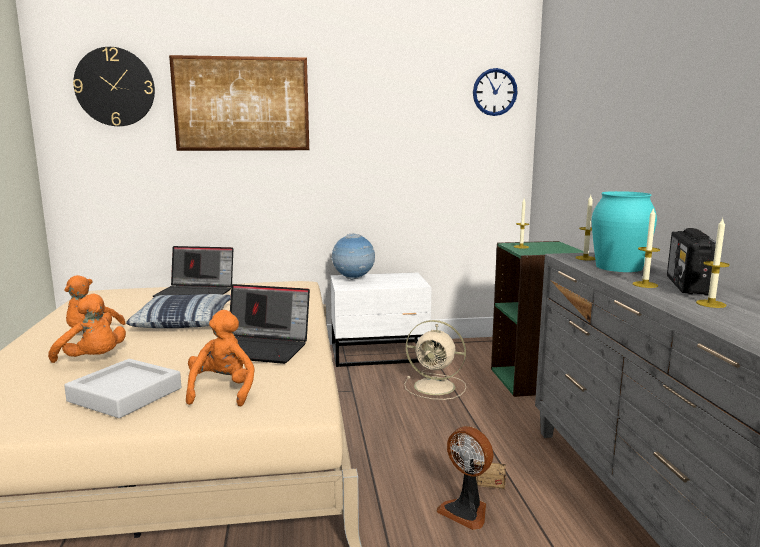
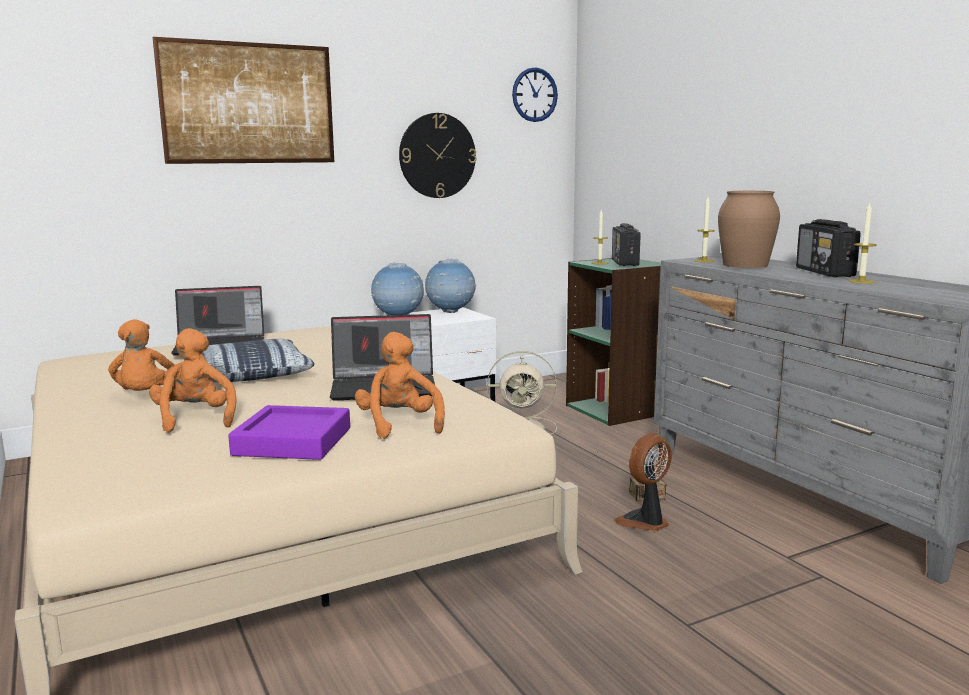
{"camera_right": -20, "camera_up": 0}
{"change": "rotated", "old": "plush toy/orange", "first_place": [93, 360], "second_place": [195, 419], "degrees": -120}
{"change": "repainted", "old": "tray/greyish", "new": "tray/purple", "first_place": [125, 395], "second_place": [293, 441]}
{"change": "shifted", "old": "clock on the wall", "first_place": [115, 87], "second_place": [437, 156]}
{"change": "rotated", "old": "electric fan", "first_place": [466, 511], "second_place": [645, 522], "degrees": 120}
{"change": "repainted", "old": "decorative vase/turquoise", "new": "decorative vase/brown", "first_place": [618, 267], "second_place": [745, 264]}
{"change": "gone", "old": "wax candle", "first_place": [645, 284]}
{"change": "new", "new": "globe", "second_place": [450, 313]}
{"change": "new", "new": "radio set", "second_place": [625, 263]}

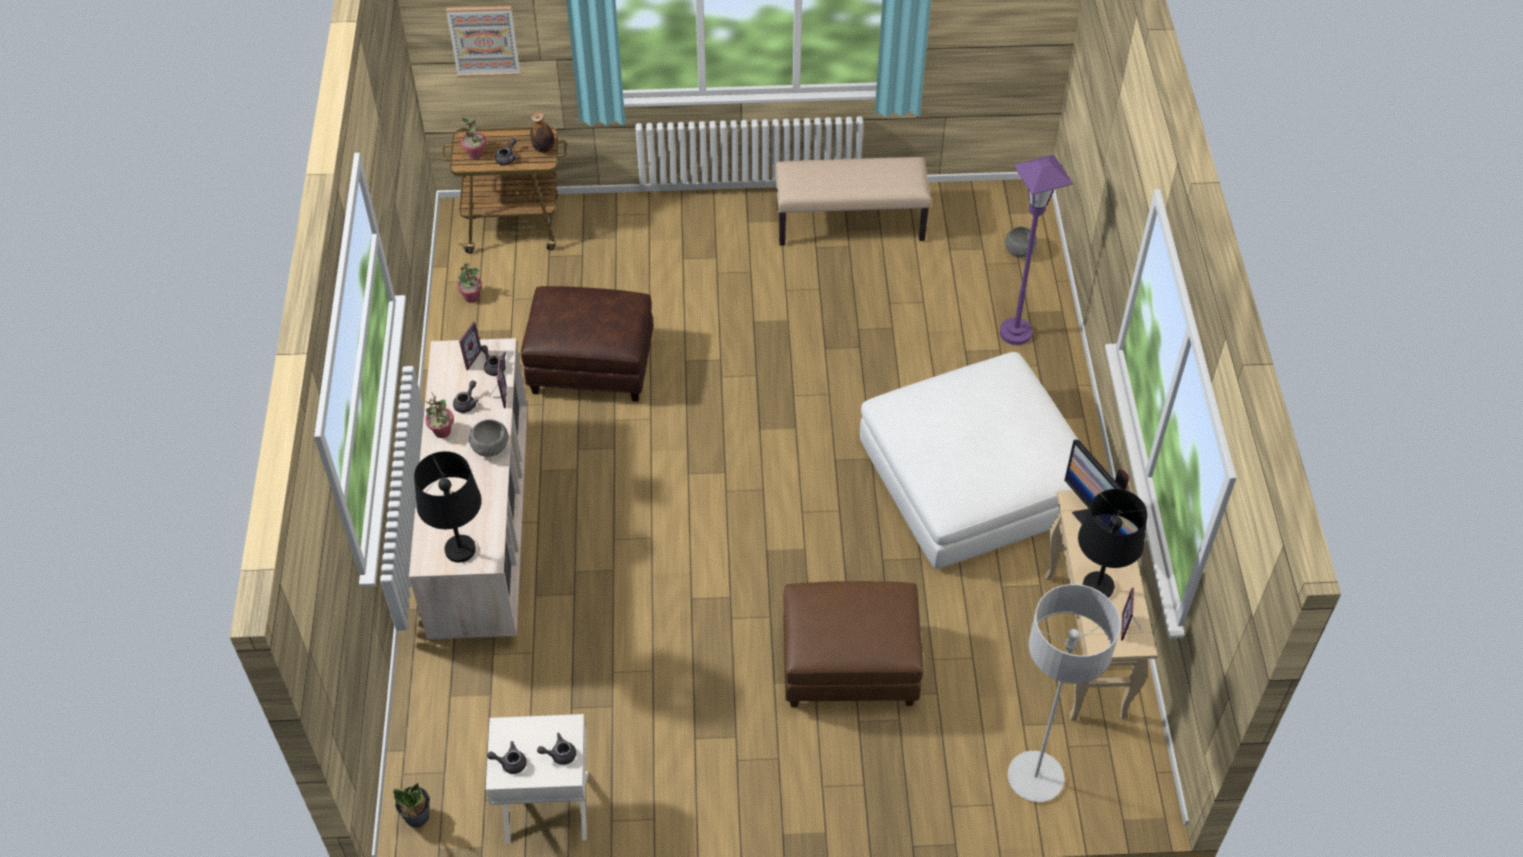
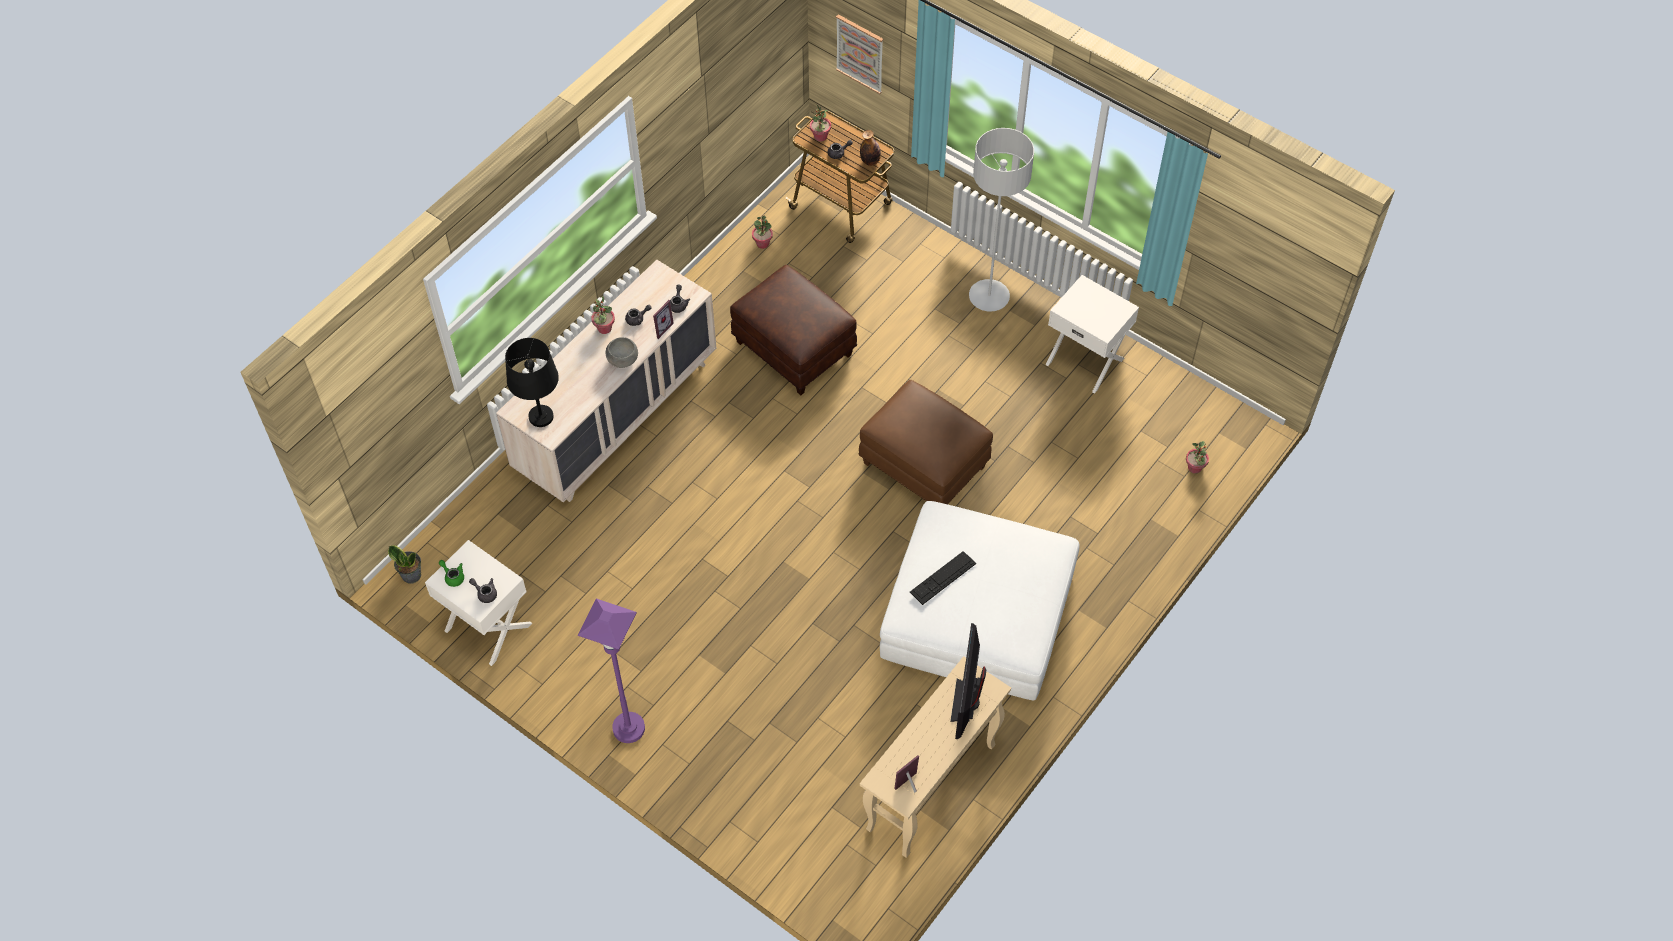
{"camera_right": 40, "camera_up": 5}
{"change": "gone", "old": "standing frame", "first_place": [467, 357]}
{"change": "repainted", "old": "teapot/greyish", "new": "teapot/green-coloured", "first_place": [510, 762], "second_place": [453, 576]}
{"change": "swapped", "old": "bench/beige-coloured", "new": "bedside table/white", "first_place": [850, 223], "second_place": [1085, 360]}
{"change": "shifted", "old": "pouffe/brown", "first_place": [848, 667], "second_place": [922, 465]}
{"change": "shifted", "old": "standard lamp/purple", "first_place": [1015, 333], "second_place": [628, 728]}
{"change": "swapped", "old": "deep dish/greyish", "new": "houseplant", "first_place": [1019, 251], "second_place": [1194, 468]}
{"change": "shifted", "old": "standard lamp/greyish", "first_place": [1035, 777], "second_place": [989, 297]}
{"change": "gone", "old": "tabletop lamp/black-coloured", "first_place": [1097, 587]}
{"change": "new", "new": "PC keyboard", "second_place": [942, 577]}

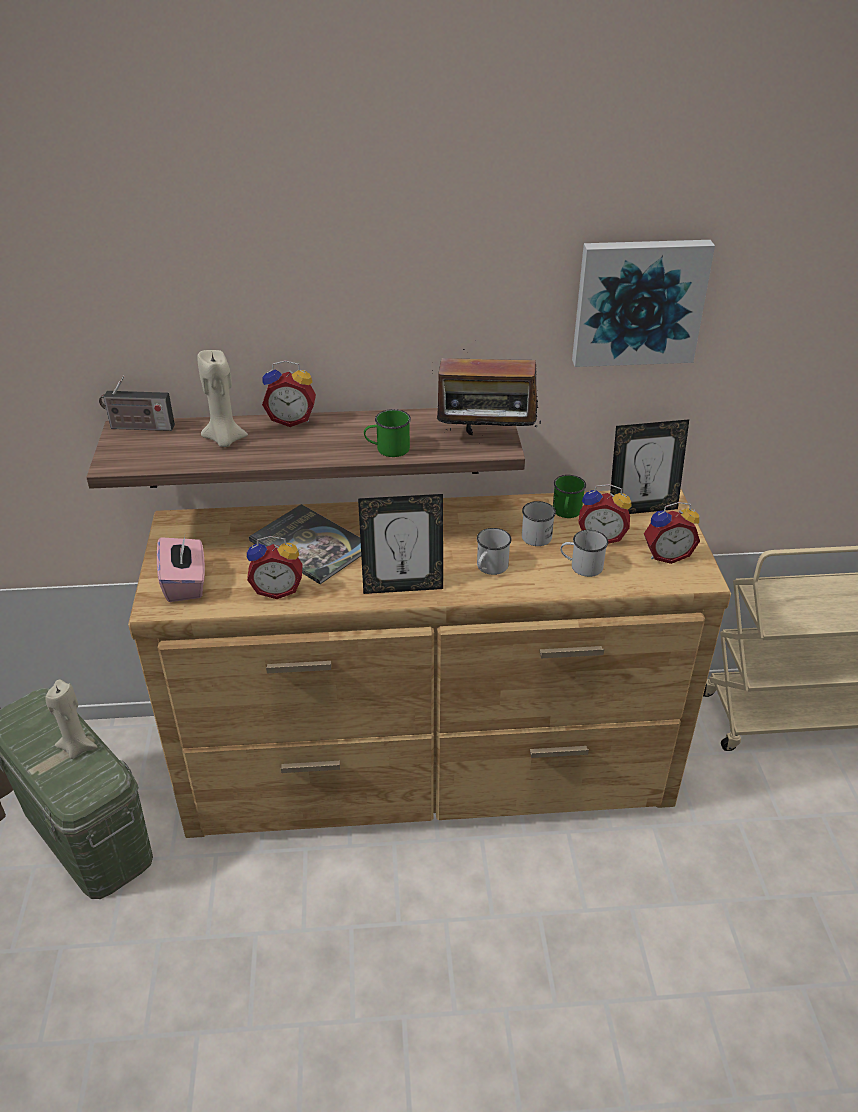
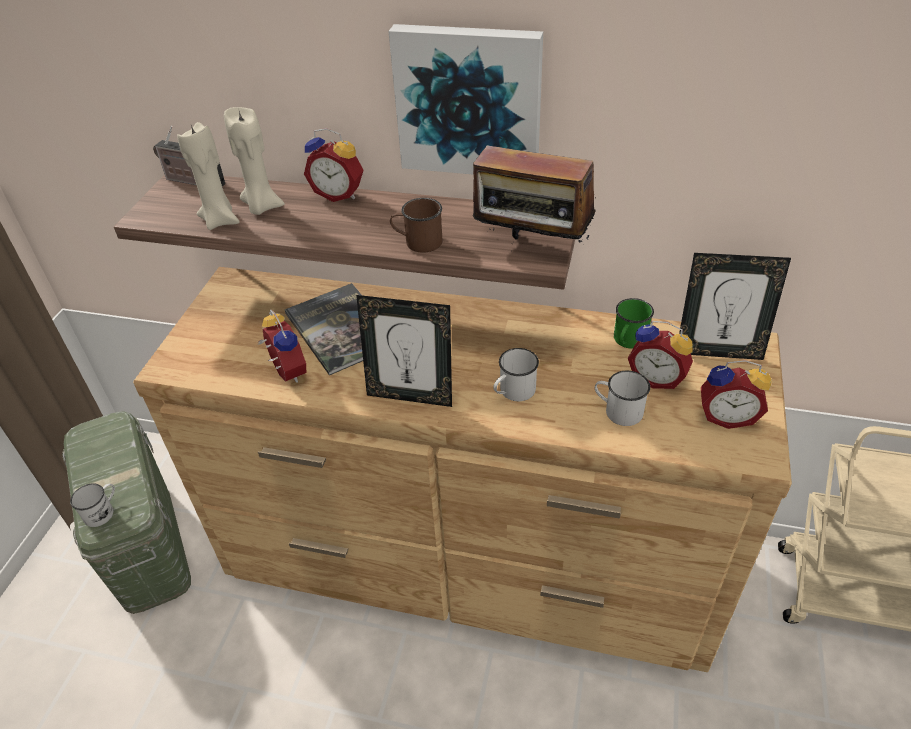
{"camera_right": 20, "camera_up": 5}
{"change": "shifted", "old": "wax candle/beige-coloured", "first_place": [77, 746], "second_place": [220, 220]}
{"change": "gone", "old": "tissue box/pink", "first_place": [185, 583]}
{"change": "rotated", "old": "alarm clock", "first_place": [277, 589], "second_place": [285, 373], "degrees": -135}
{"change": "repainted", "old": "mug/green-coloured", "new": "mug/brown", "first_place": [387, 449], "second_place": [418, 242]}
{"change": "shifted", "old": "mug/white", "first_place": [537, 534], "second_place": [103, 511]}
{"change": "shifted", "old": "wall picture", "first_place": [638, 301], "second_place": [469, 101]}

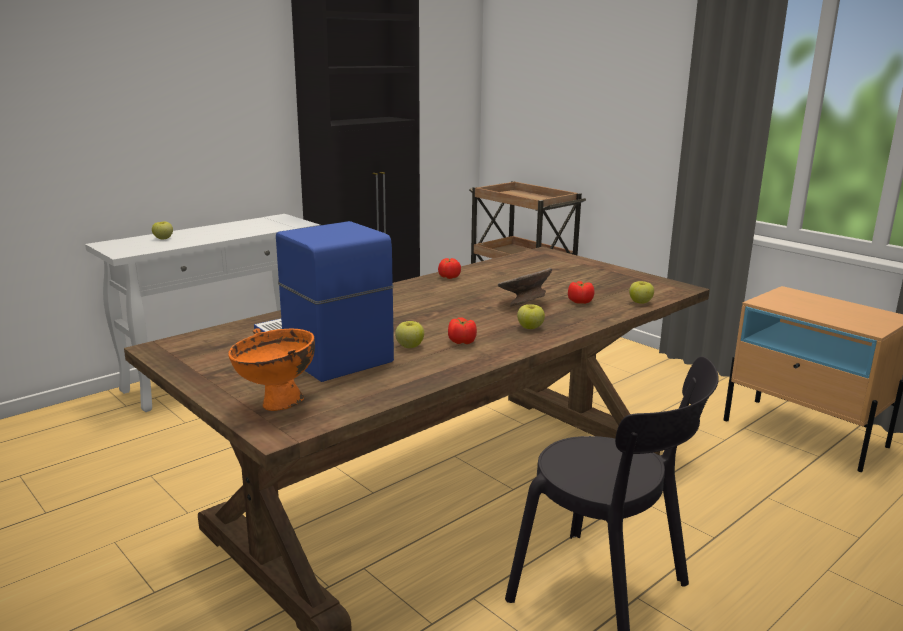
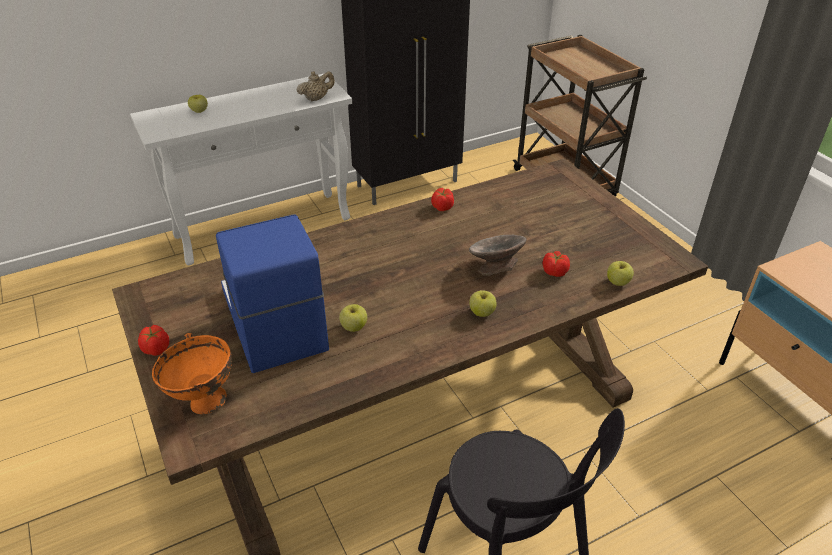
{"camera_right": 15, "camera_up": 20}
{"change": "shifted", "old": "whole tomato", "first_place": [462, 342], "second_place": [156, 349]}
{"change": "new", "new": "teapot/beige-coloured", "second_place": [316, 98]}

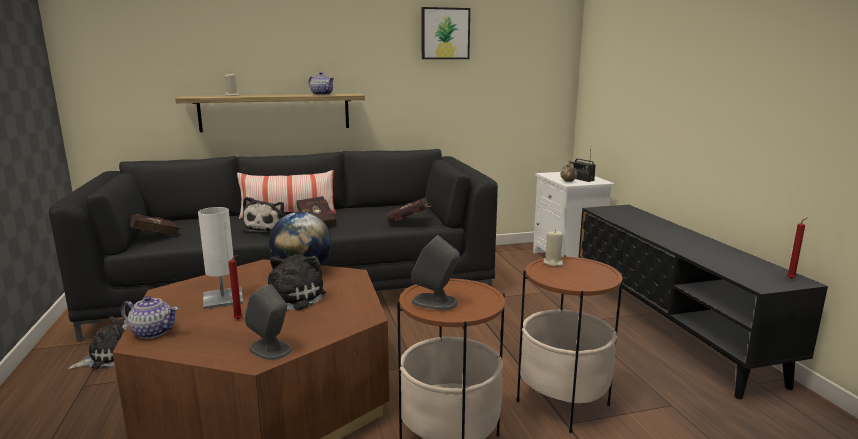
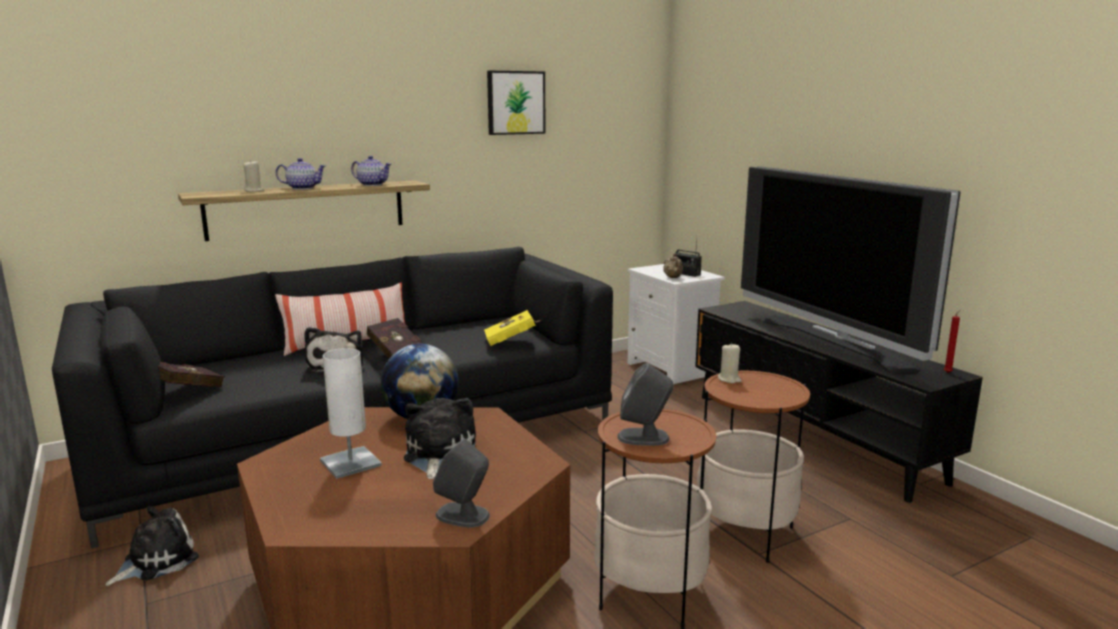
{"camera_right": -15, "camera_up": 0}
{"change": "shifted", "old": "teapot", "first_place": [152, 332], "second_place": [302, 188]}
{"change": "gone", "old": "wax candle/reddish", "first_place": [239, 320]}
{"change": "repainted", "old": "bound book/reddish", "new": "bound book/yellow", "first_place": [409, 221], "second_place": [512, 341]}
{"change": "new", "new": "TV set", "second_place": [834, 342]}

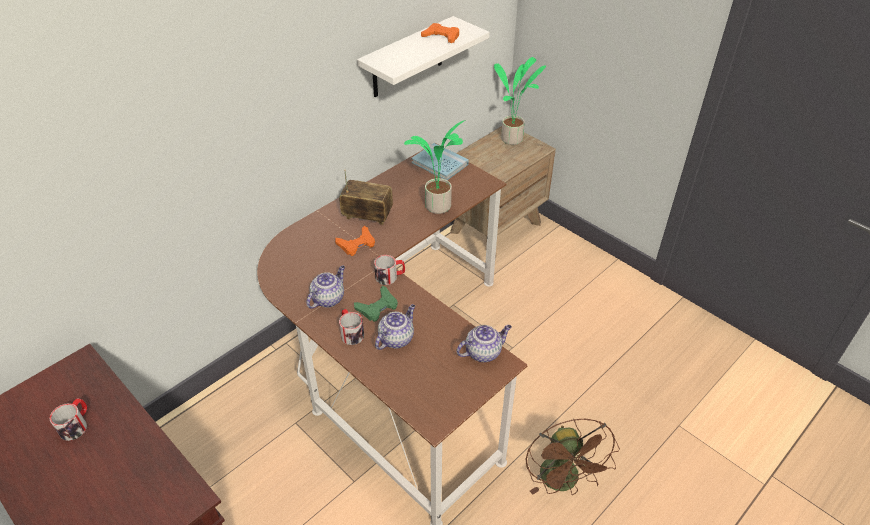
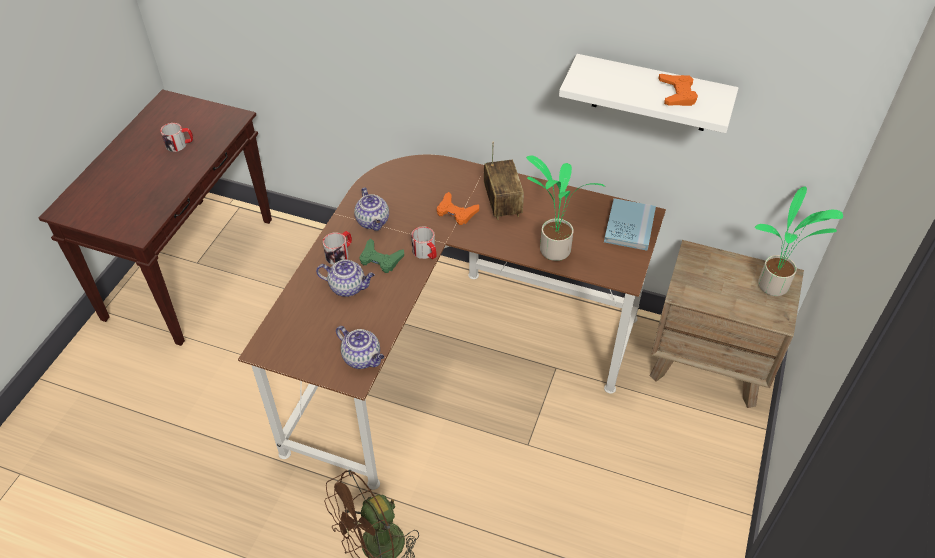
{"camera_right": 65, "camera_up": 5}
{"change": "rotated", "old": "teapot", "first_place": [328, 298], "second_place": [373, 222], "degrees": 60}

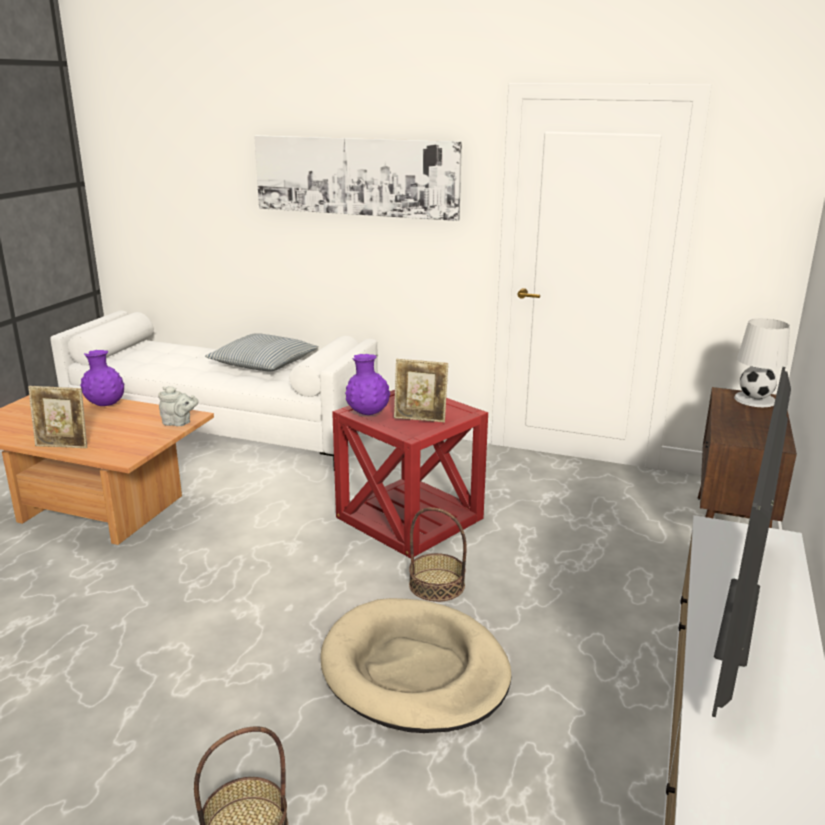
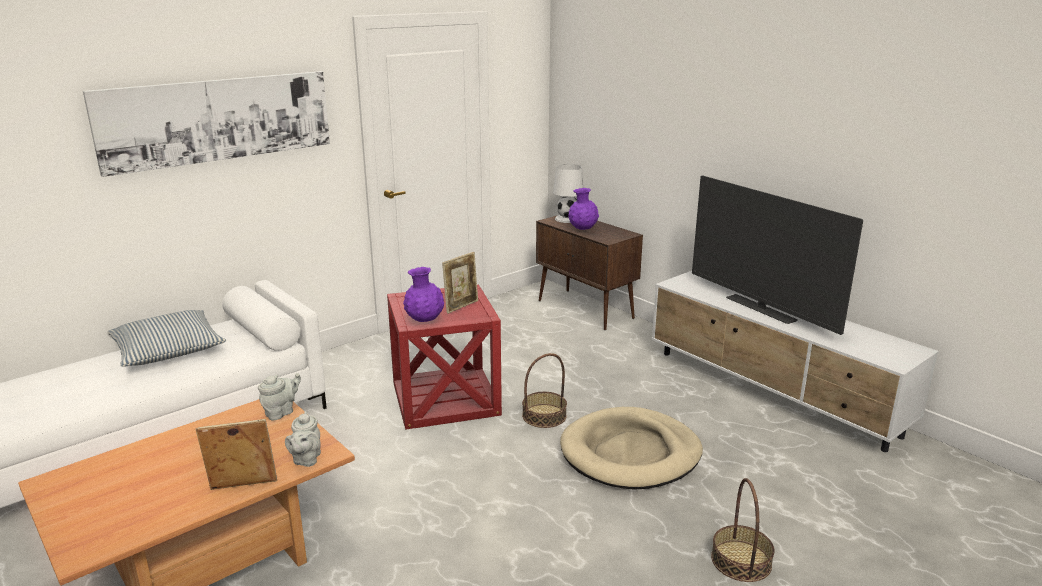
{"camera_right": -60, "camera_up": 0}
{"change": "rotated", "old": "standing frame", "first_place": [63, 446], "second_place": [243, 487], "degrees": -135}
{"change": "shifted", "old": "decorative vase/purple", "first_place": [105, 405], "second_place": [582, 229]}
{"change": "new", "new": "teapot/greyish", "second_place": [306, 459]}

